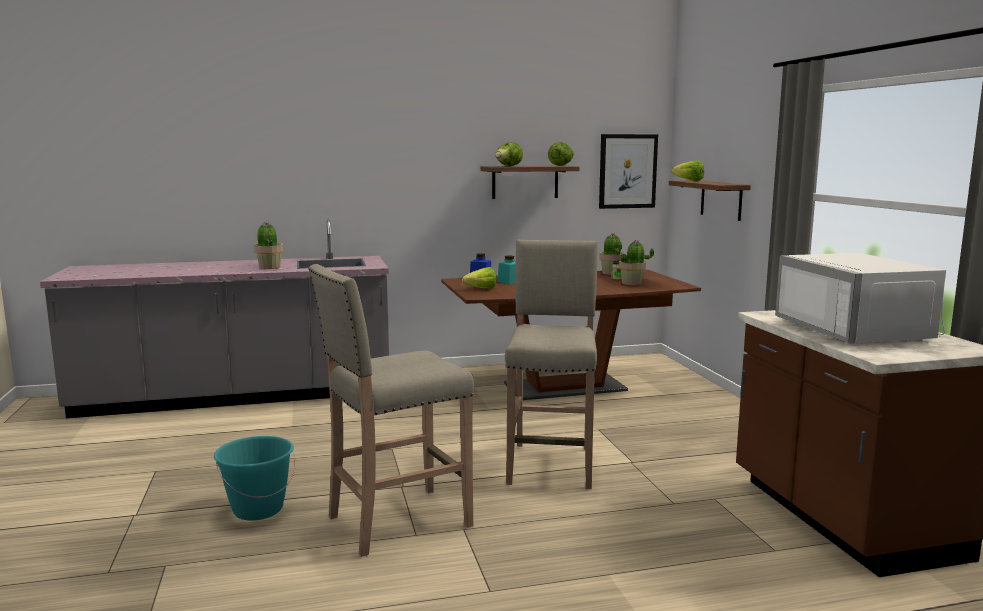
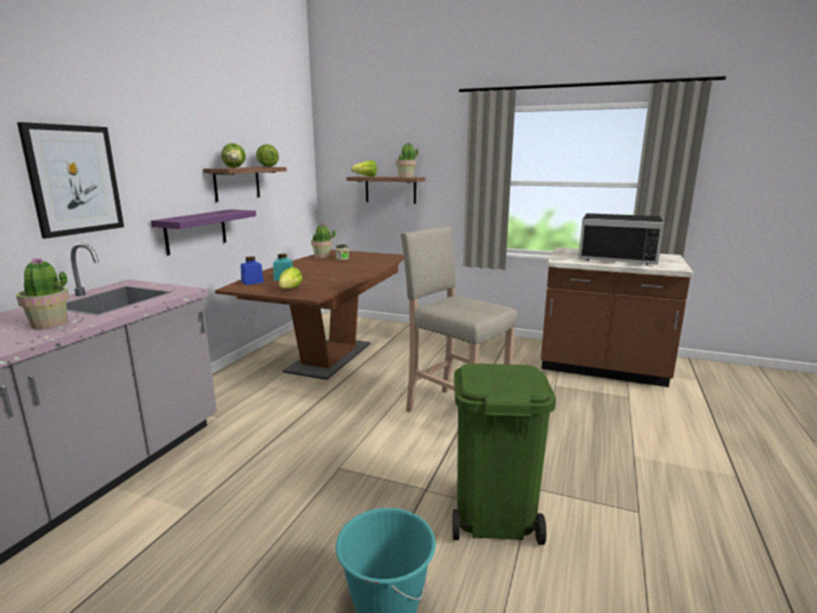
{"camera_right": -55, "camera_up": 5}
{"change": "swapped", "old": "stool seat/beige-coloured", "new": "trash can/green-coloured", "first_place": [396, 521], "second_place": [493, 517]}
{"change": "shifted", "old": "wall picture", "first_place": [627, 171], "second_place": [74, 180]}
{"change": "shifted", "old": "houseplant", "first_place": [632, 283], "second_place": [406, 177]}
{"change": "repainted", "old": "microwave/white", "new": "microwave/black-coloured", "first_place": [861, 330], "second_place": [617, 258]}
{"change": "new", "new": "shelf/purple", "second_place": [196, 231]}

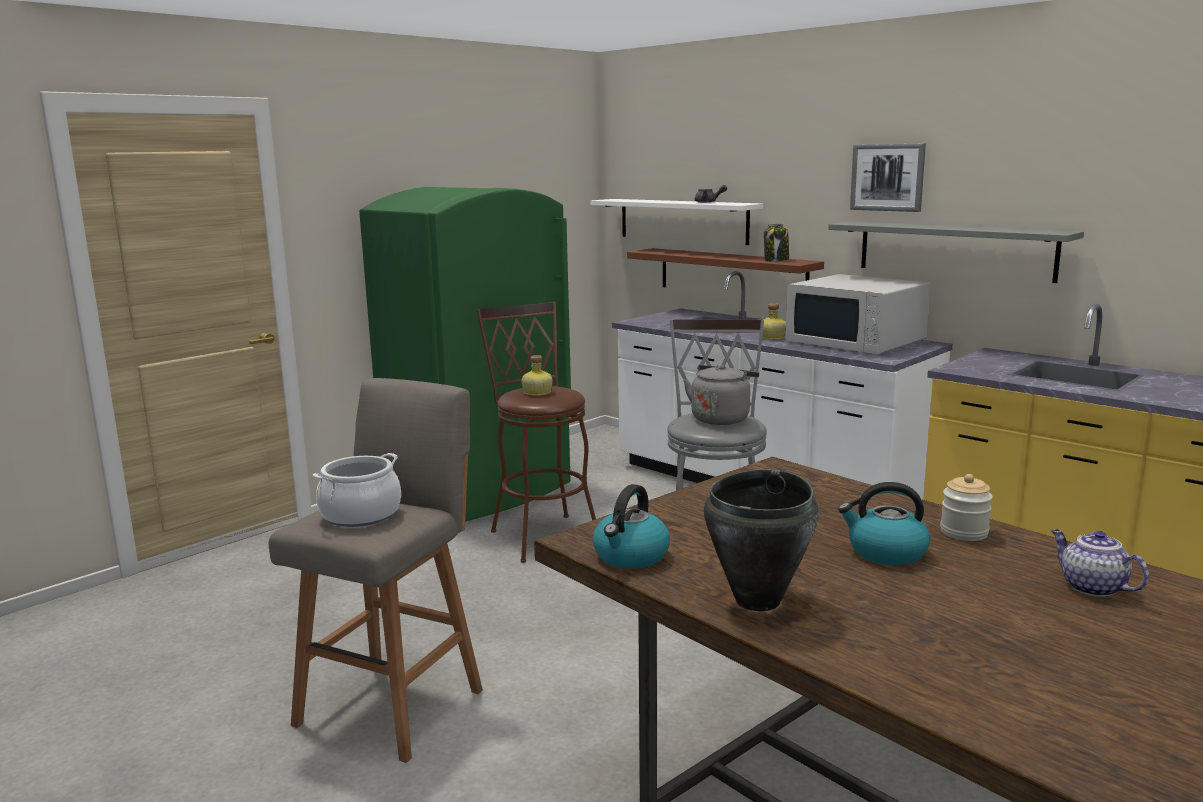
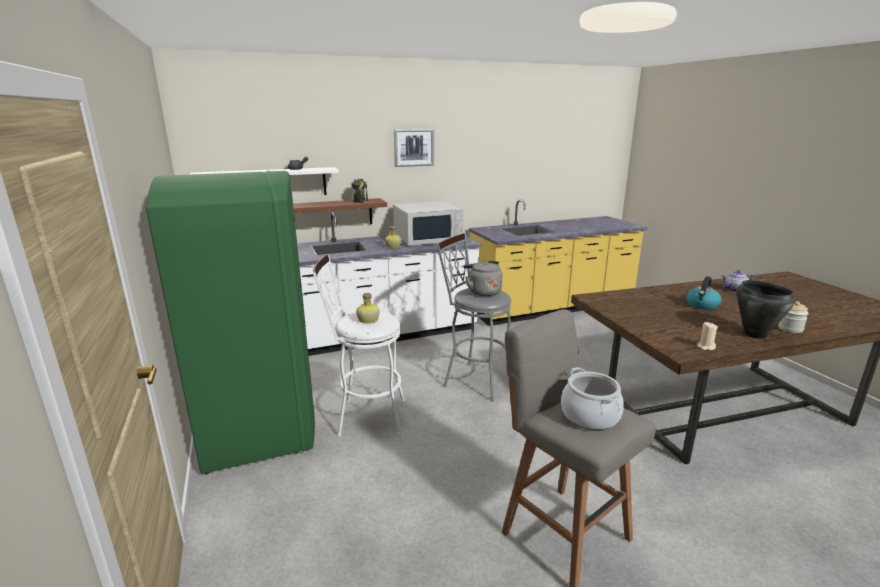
{"camera_right": -65, "camera_up": 5}
{"change": "repainted", "old": "stool seat/brown", "new": "stool seat/white", "first_place": [542, 534], "second_place": [365, 417]}
{"change": "swapped", "old": "water kettle", "new": "wax candle/beige-coloured", "first_place": [631, 556], "second_place": [705, 347]}
{"change": "gone", "old": "shelf/greyish", "first_place": [954, 250]}
{"change": "shifted", "old": "jar", "first_place": [964, 532], "second_place": [790, 329]}

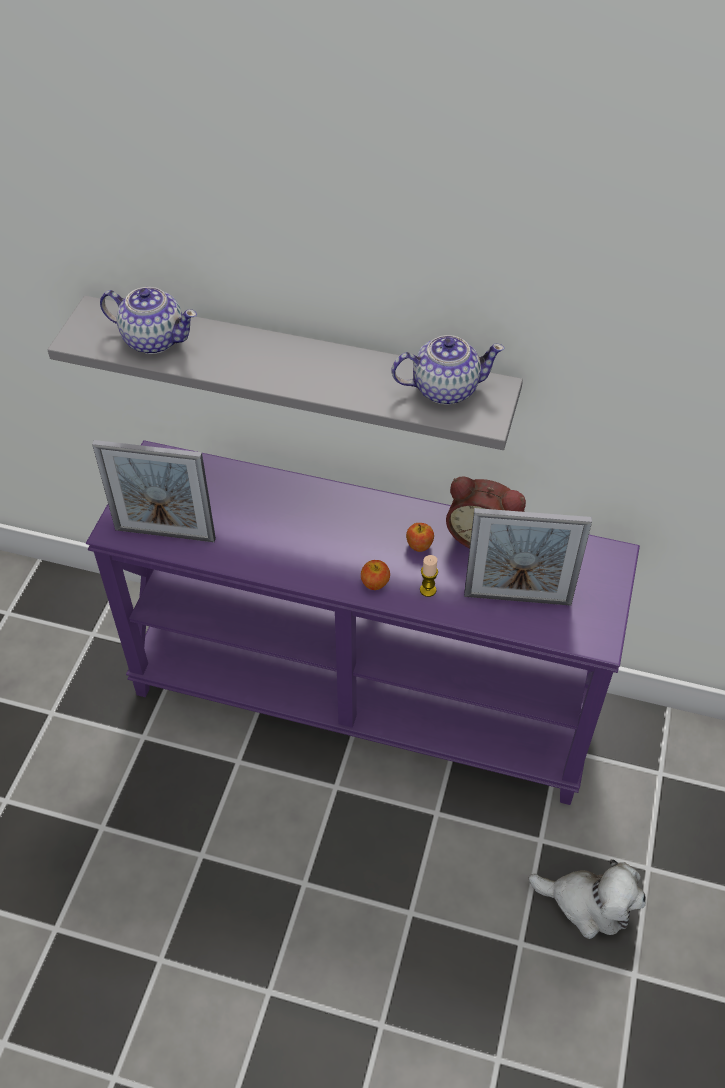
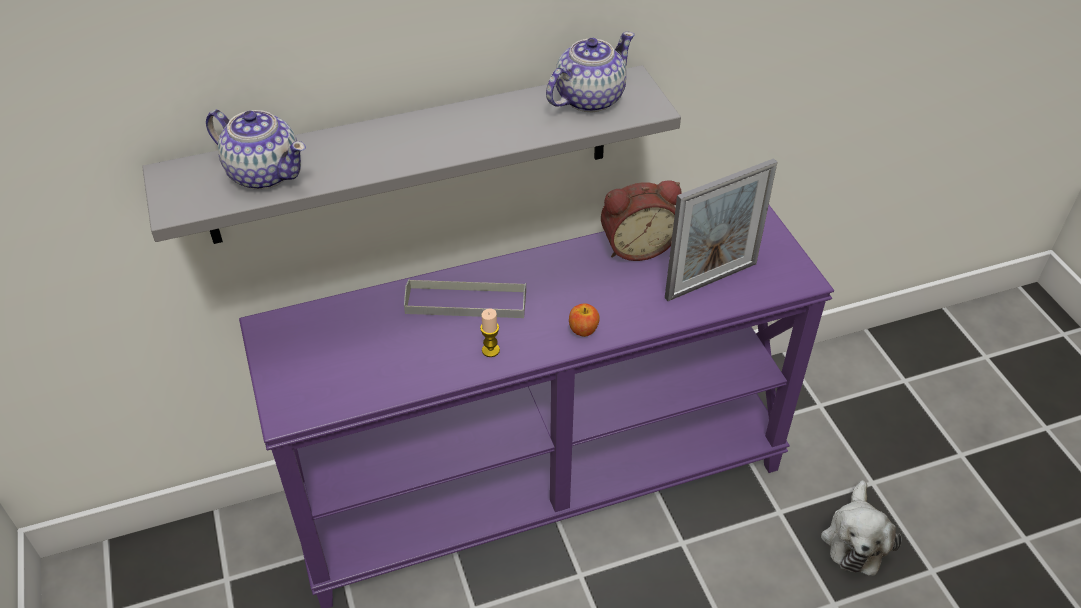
{"camera_right": -35, "camera_up": -5}
{"change": "gone", "old": "standing frame", "first_place": [165, 534]}
{"change": "rotated", "old": "teapot", "first_place": [153, 339], "second_place": [264, 173], "degrees": 45}
{"change": "gone", "old": "whole apple", "first_place": [419, 545]}
{"change": "shifted", "old": "wax candle", "first_place": [428, 590], "second_place": [490, 350]}
{"change": "rotated", "old": "plush toy", "first_place": [588, 904], "second_place": [855, 538], "degrees": 120}
{"change": "new", "new": "tray/greyish", "second_place": [466, 302]}

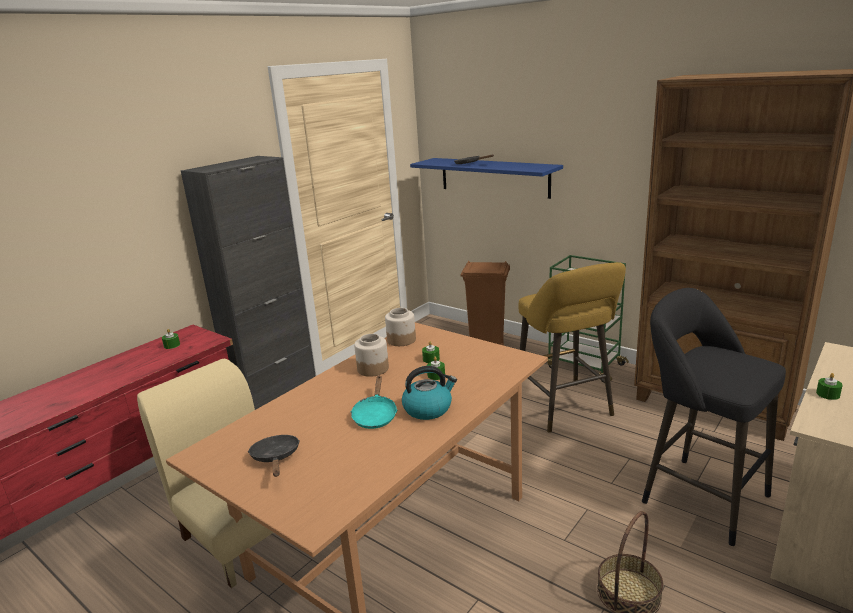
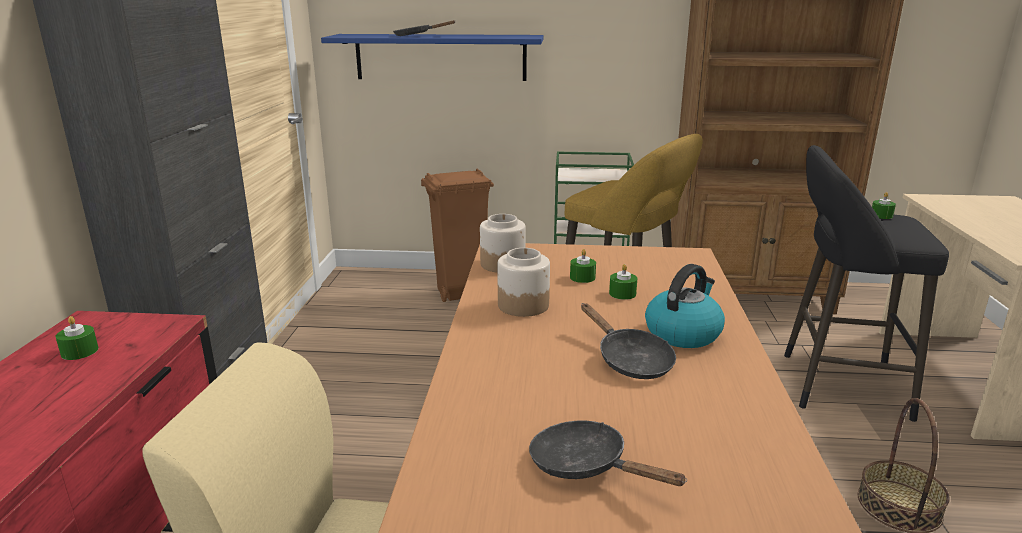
{"camera_right": -35, "camera_up": 0}
{"change": "repainted", "old": "frying pan/turquoise", "new": "frying pan/black-coloured", "first_place": [375, 415], "second_place": [630, 360]}
{"change": "shifted", "old": "wax candle/green-coloured", "first_place": [828, 394], "second_place": [881, 215]}

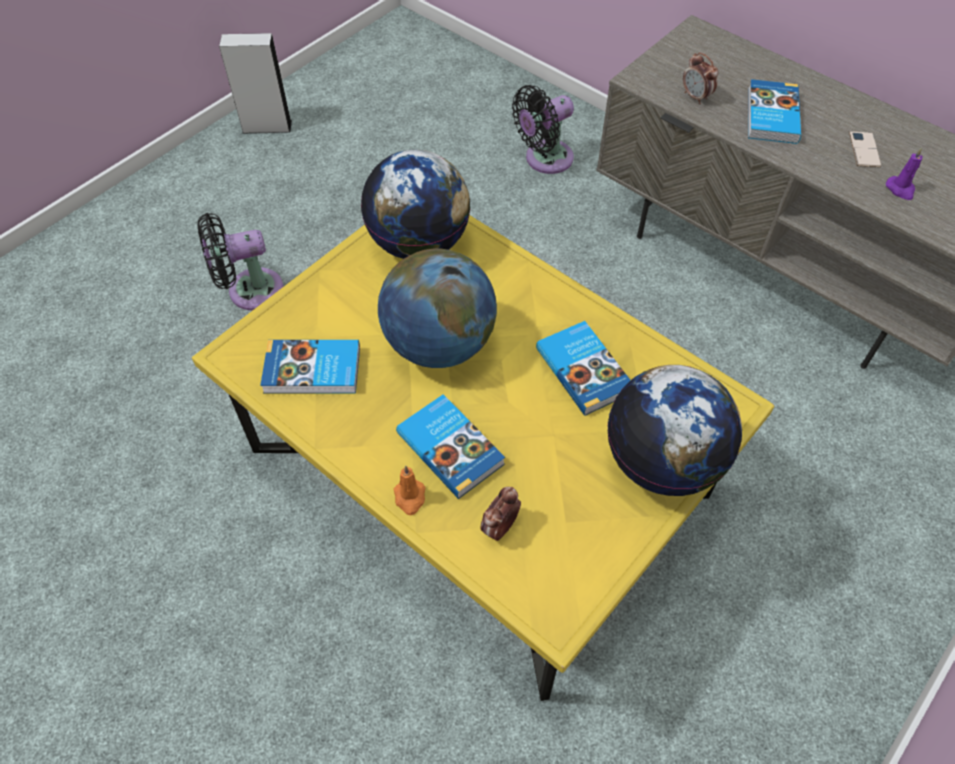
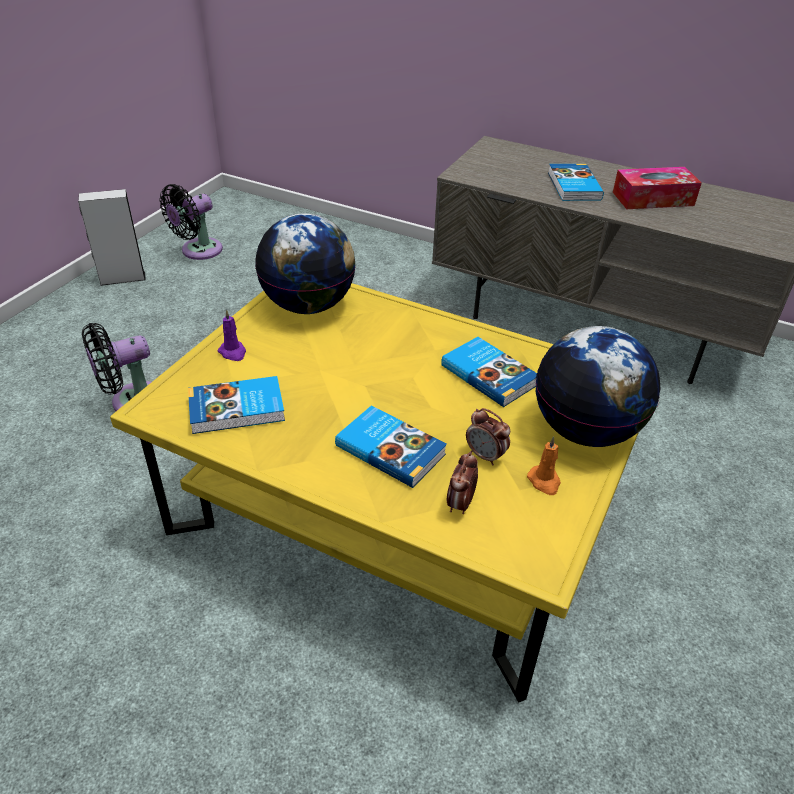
{"camera_right": -15, "camera_up": -15}
{"change": "gone", "old": "globe", "first_place": [439, 344]}
{"change": "shifted", "old": "wax candle/orange", "first_place": [410, 498], "second_place": [544, 482]}
{"change": "shifted", "old": "electric fan/black-coloured", "first_place": [544, 159], "second_place": [198, 251]}
{"change": "shifted", "old": "alarm clock", "first_place": [696, 97], "second_place": [485, 456]}
{"change": "swapped", "old": "telephone", "new": "tissue box", "first_place": [864, 150], "second_place": [653, 199]}
{"change": "shifted", "old": "wax candle/purple", "first_place": [900, 189], "second_place": [233, 352]}

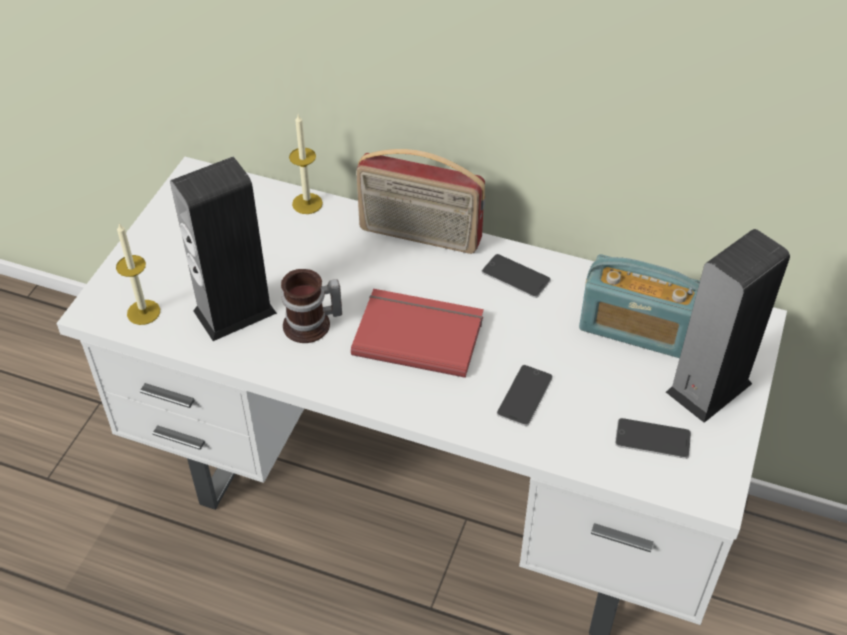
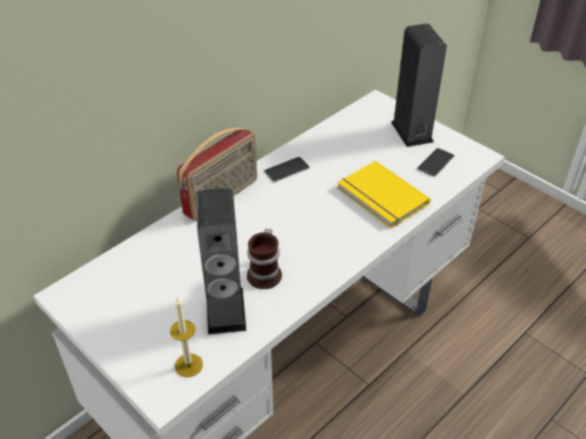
{"camera_right": -65, "camera_up": -5}
{"change": "gone", "old": "wax candle", "first_place": [307, 203]}
{"change": "gone", "old": "bound book/reddish", "first_place": [418, 333]}
{"change": "swapped", "old": "telephone", "new": "bound book/yellow", "first_place": [524, 395], "second_place": [381, 197]}
{"change": "gone", "old": "radio set", "first_place": [637, 329]}

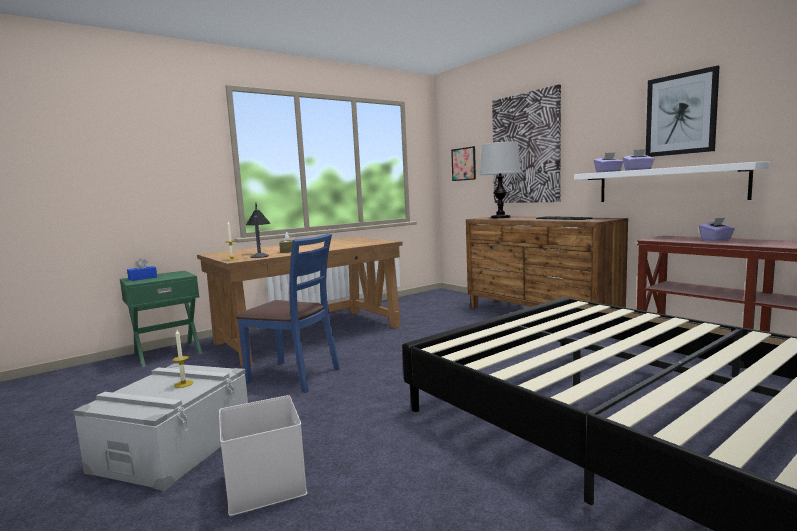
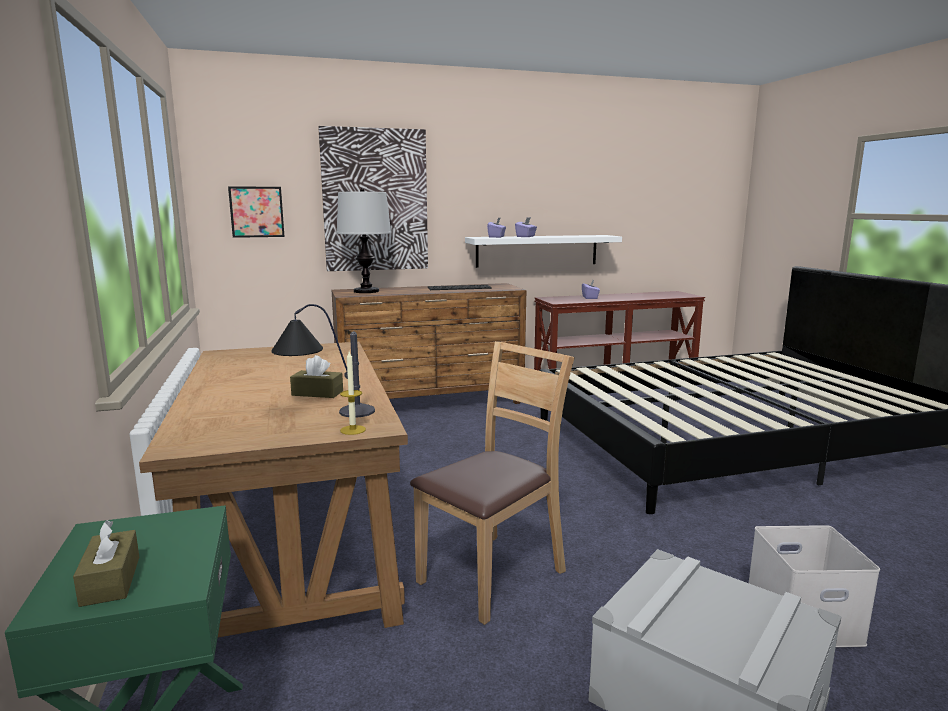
{"camera_right": -70, "camera_up": 5}
{"change": "repainted", "old": "tissue box/blue", "new": "tissue box/brown", "first_place": [142, 278], "second_place": [111, 580]}
{"change": "gone", "old": "wax candle", "first_place": [183, 384]}
{"change": "repainted", "old": "upright chair/blue", "new": "upright chair/brown", "first_place": [294, 376], "second_place": [492, 575]}
{"change": "gone", "old": "wall picture", "first_place": [681, 114]}

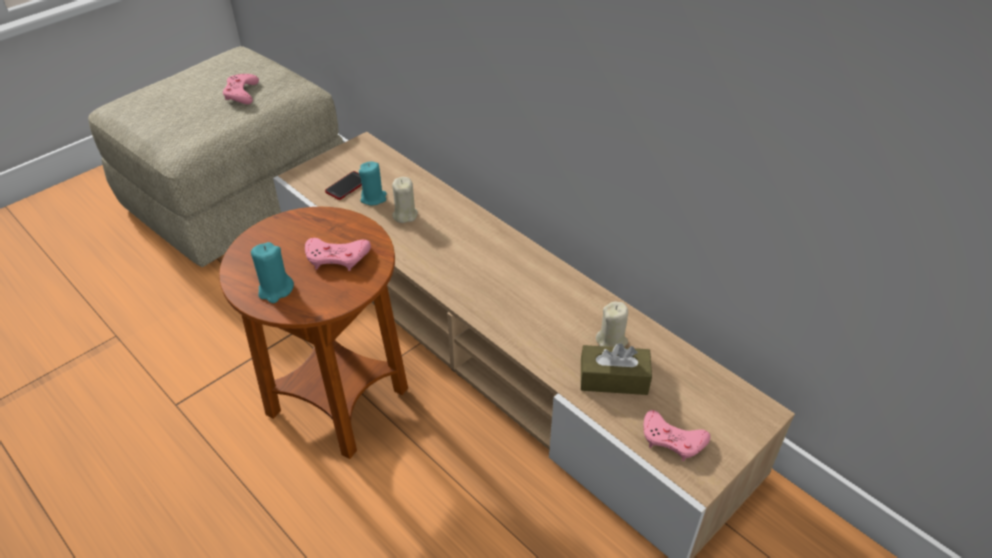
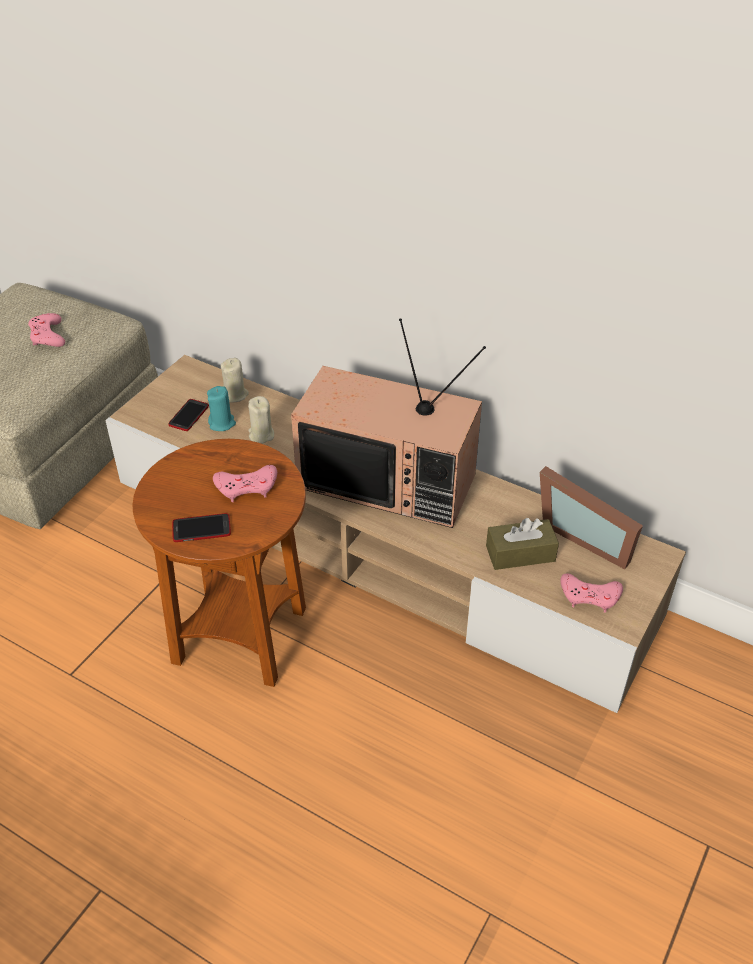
{"camera_right": -15, "camera_up": 0}
{"change": "swapped", "old": "wax candle/turquoise", "new": "telephone", "first_place": [275, 290], "second_place": [201, 529]}
{"change": "shifted", "old": "wax candle/beige-coloured", "first_place": [611, 341], "second_place": [235, 395]}
{"change": "new", "new": "TV set", "second_place": [390, 480]}
{"change": "new", "new": "standing frame", "second_place": [586, 535]}

